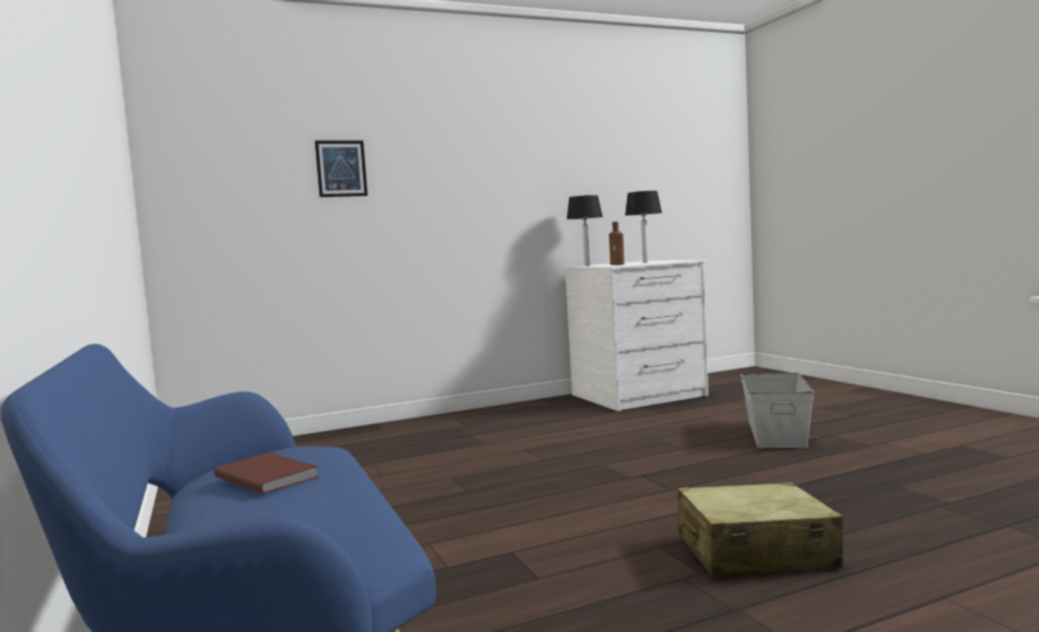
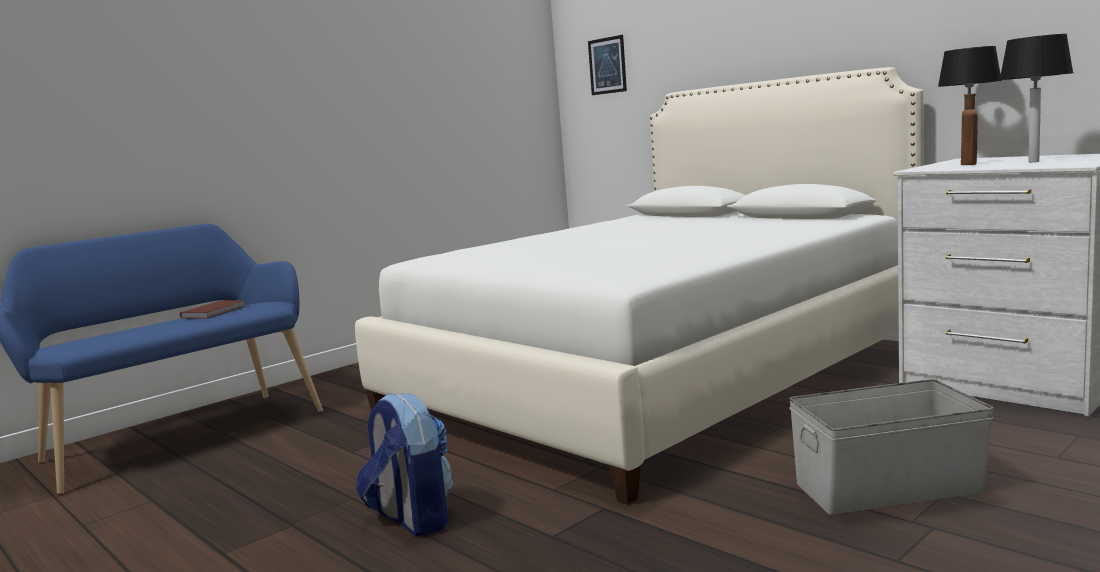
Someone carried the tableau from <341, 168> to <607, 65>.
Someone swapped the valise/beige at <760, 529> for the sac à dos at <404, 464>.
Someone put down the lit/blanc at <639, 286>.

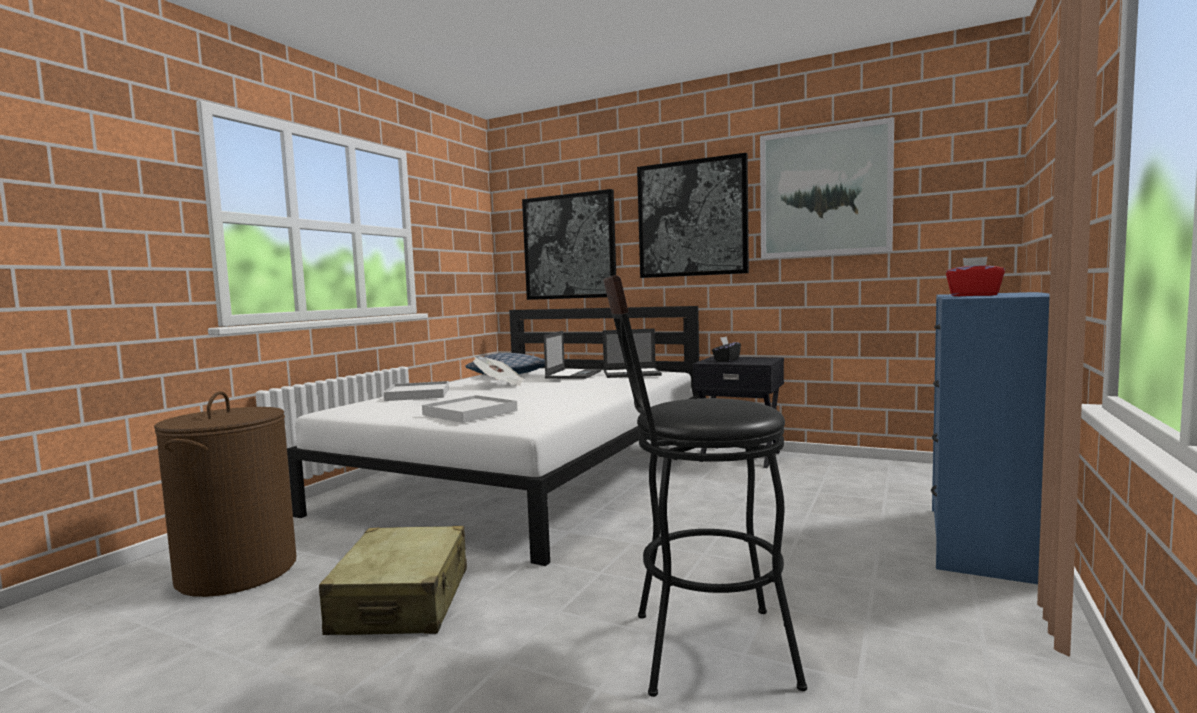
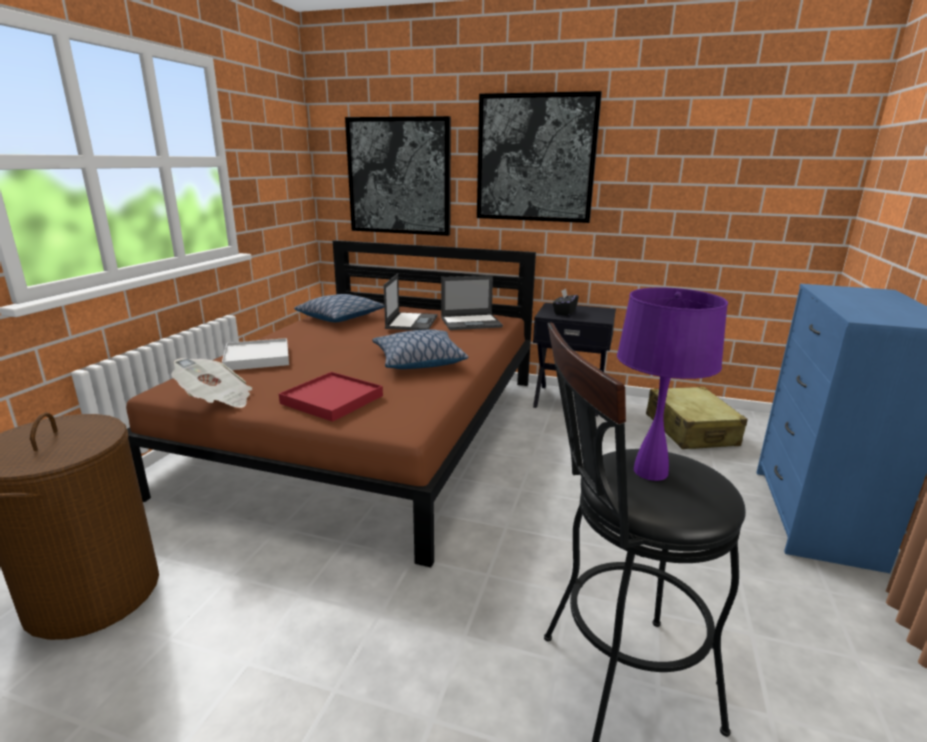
Someone took away the tableau at <827, 188>.
Someone took away the boîte à mouchoirs/rouge at <975, 276>.
Someone repainted the lit/blanc at <493, 436>, which became the lit/marron at <331, 403>.
Someone carried the journal from <498, 370> to <211, 383>.
Someone repainted the plateau/blanc at <470, 409>, which became the plateau/rouge at <331, 397>.
Someone carried the valise/beige from <393, 580> to <697, 418>.
Someone put down the lampe de table/violet at <672, 384>.
Someone put down the coussin at <420, 349>.

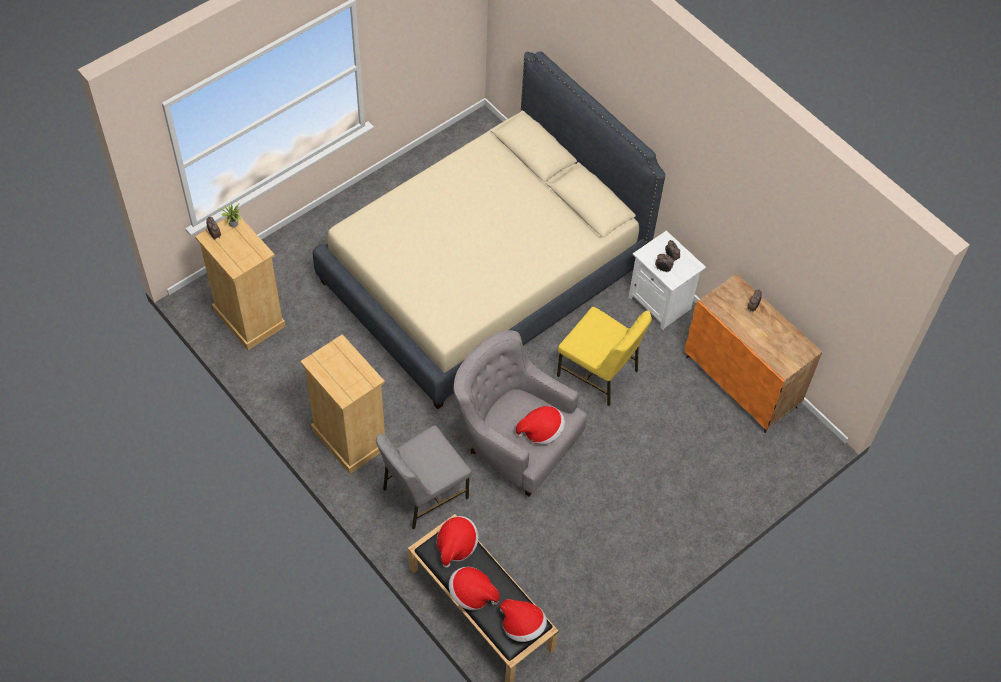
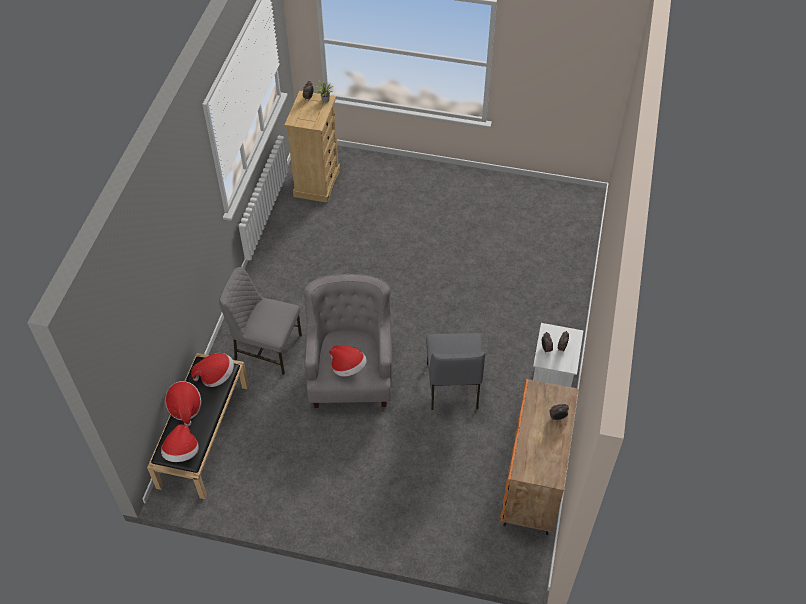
Someone took away the lit/beige at <489, 230>.
Someone repainted the chaise/jaune at <604, 356>, which became the chaise/gris at <456, 371>.
Someone took away the commode/beige at <342, 404>.

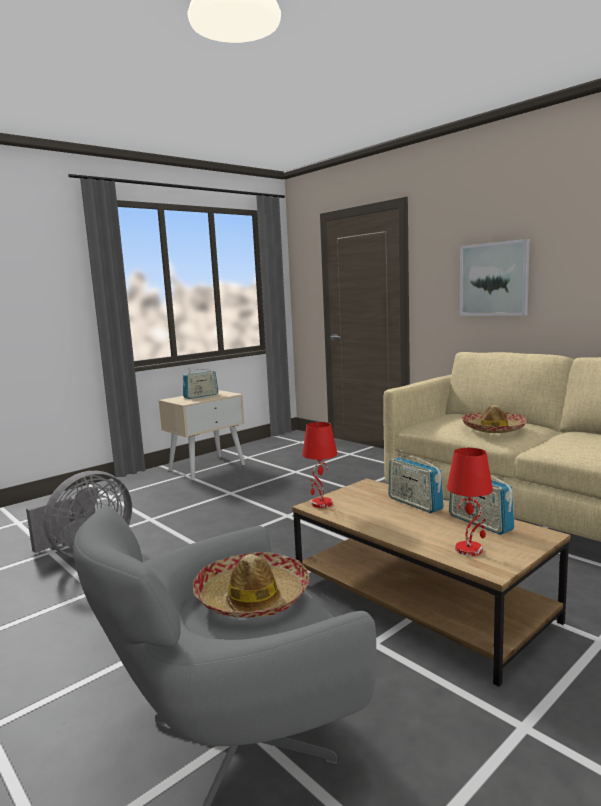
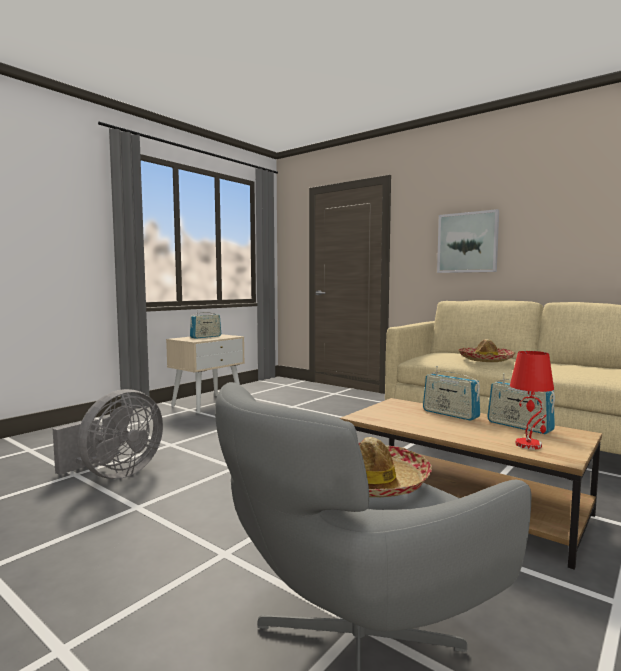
Someone took away the lampe de table/rouge at <319, 465>.

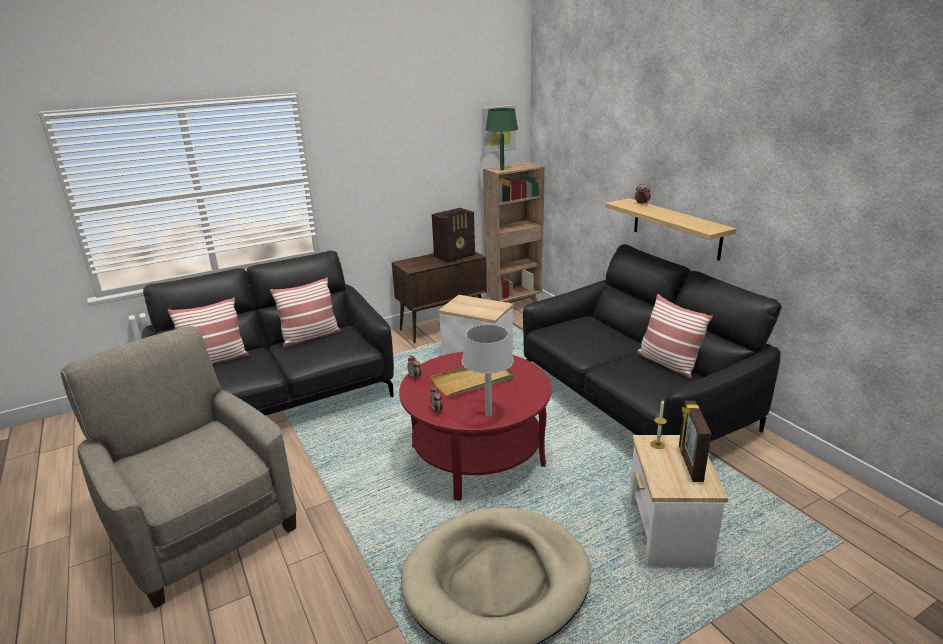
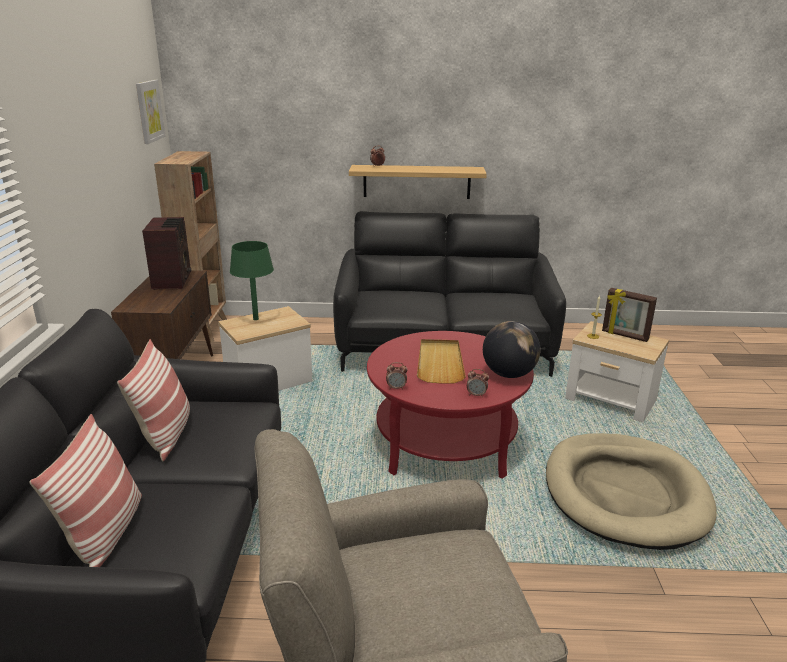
Someone carried the lampe de table/vert from <502, 139> to <252, 280>.
Someone took away the coussin at <675, 336>.
Someone swapped the lampe de table/gris at <488, 370> for the globe at <512, 349>.

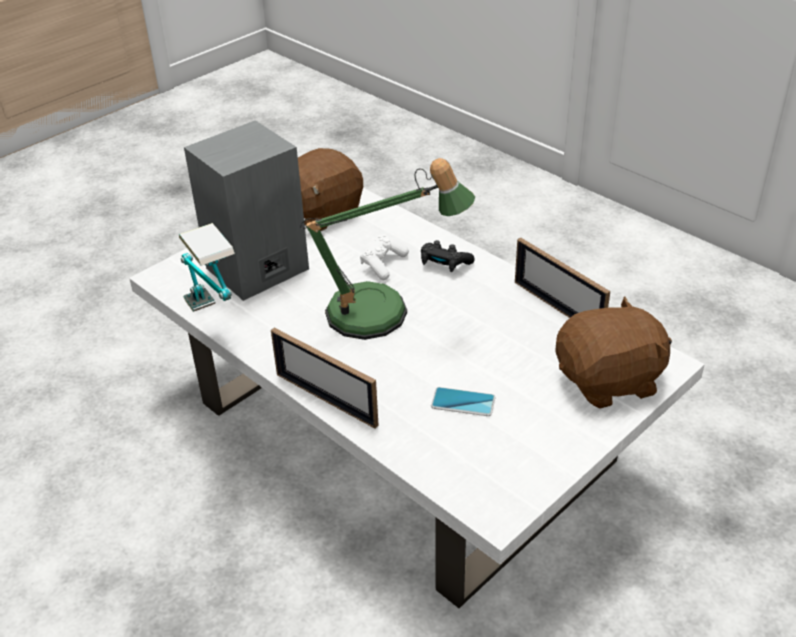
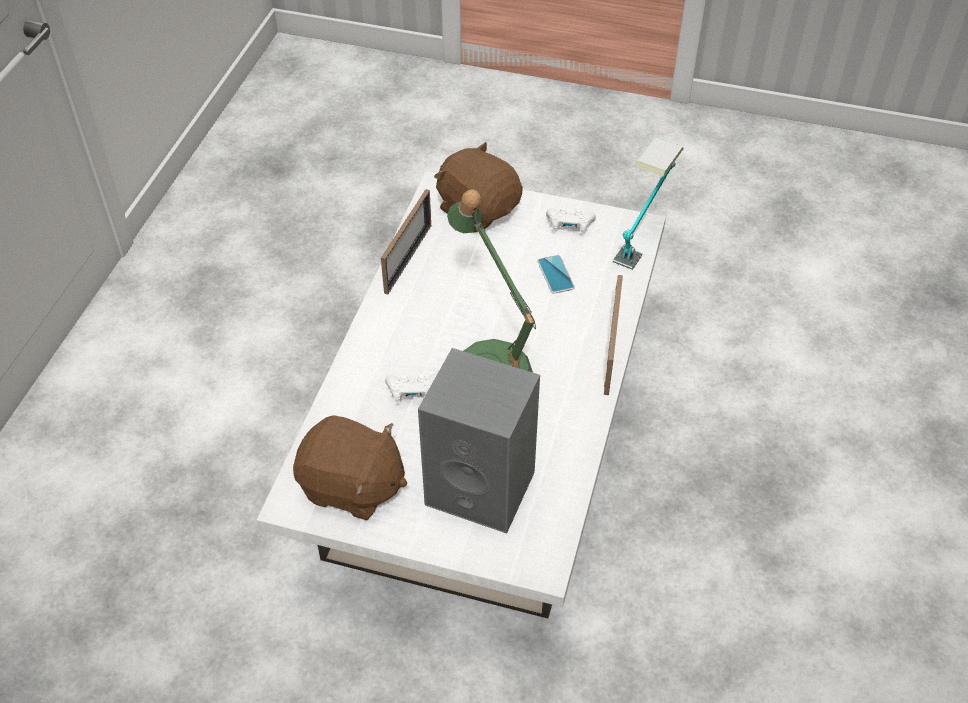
Someone carried the lampe de table from <207, 267> to <648, 203>.
Someone took away the manette/noir at <447, 256>.
Someone put down the manette/blanc at <571, 220>.

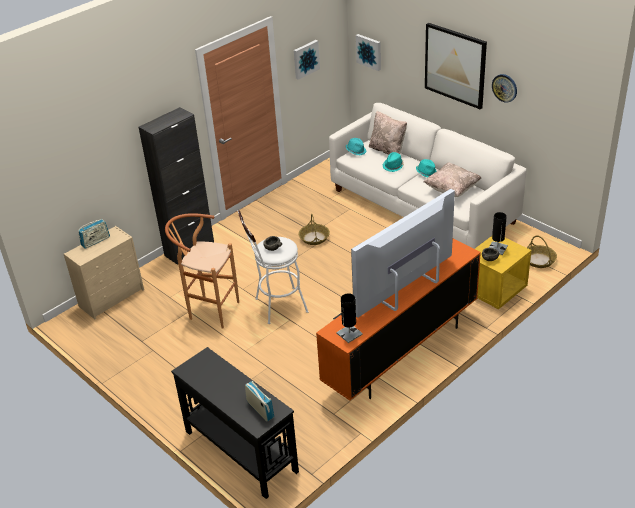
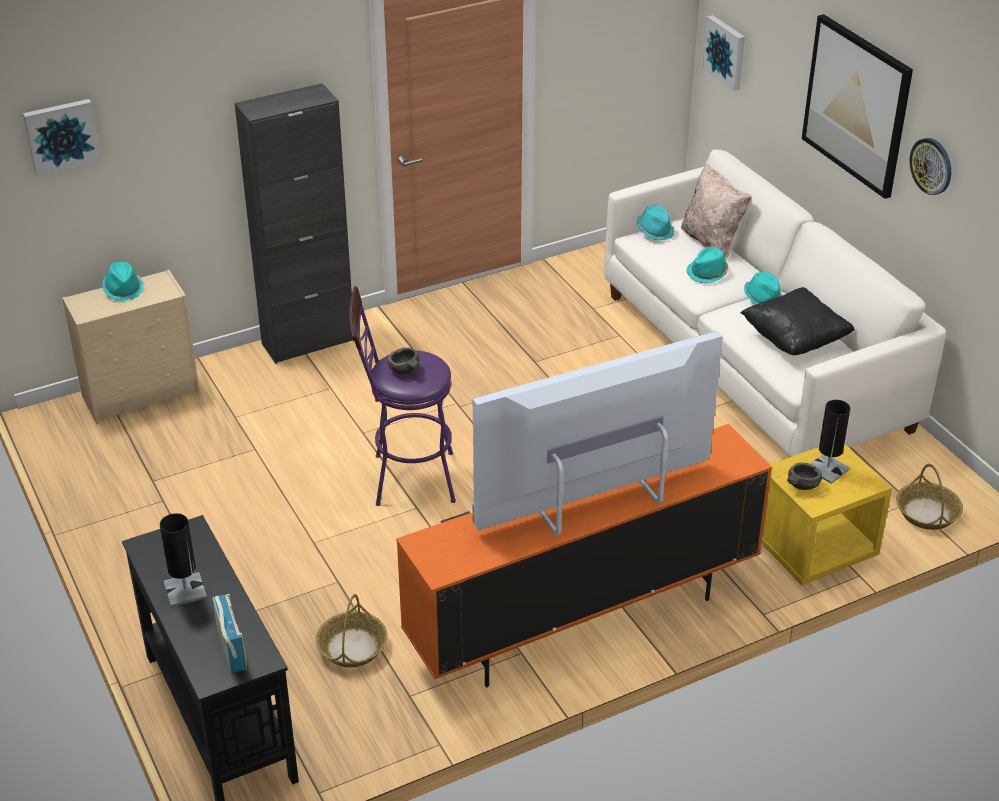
Someone carried the tableau from <307, 60> to <62, 137>.
Someone repainted the coussin/beige at <452, 180>, which became the coussin/noir at <798, 321>.
Someone repainted the tabouret/blanc at <273, 267>, which became the tabouret/violet at <402, 396>.
Someone took away the tabouret/marron at <202, 271>.
Someone carried the panier from <314, 229> to <352, 630>.
Someone swapped the radio at <94, 234> for the chapeau/turquoise at <123, 281>.
Someone carried the lampe de table/noir from <349, 318> to <183, 560>.

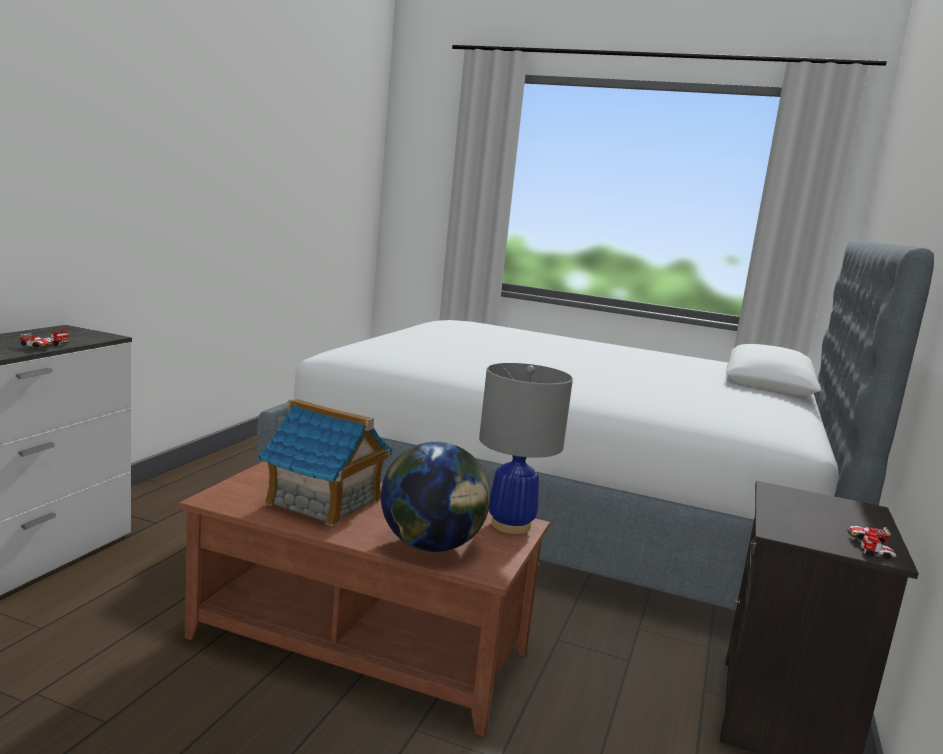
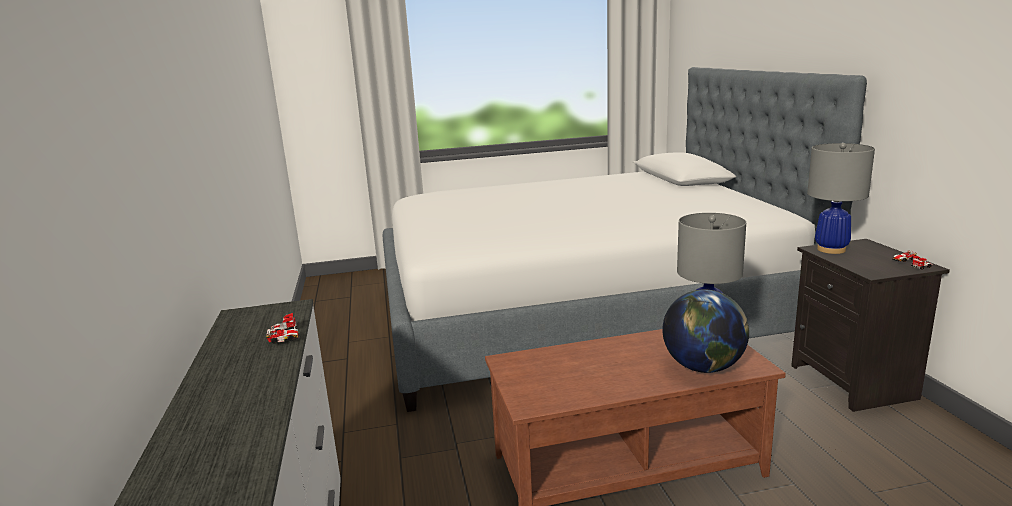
Someone took away the maison miniature at <326, 462>.
Someone put down the lampe de table/gris at <841, 198>.

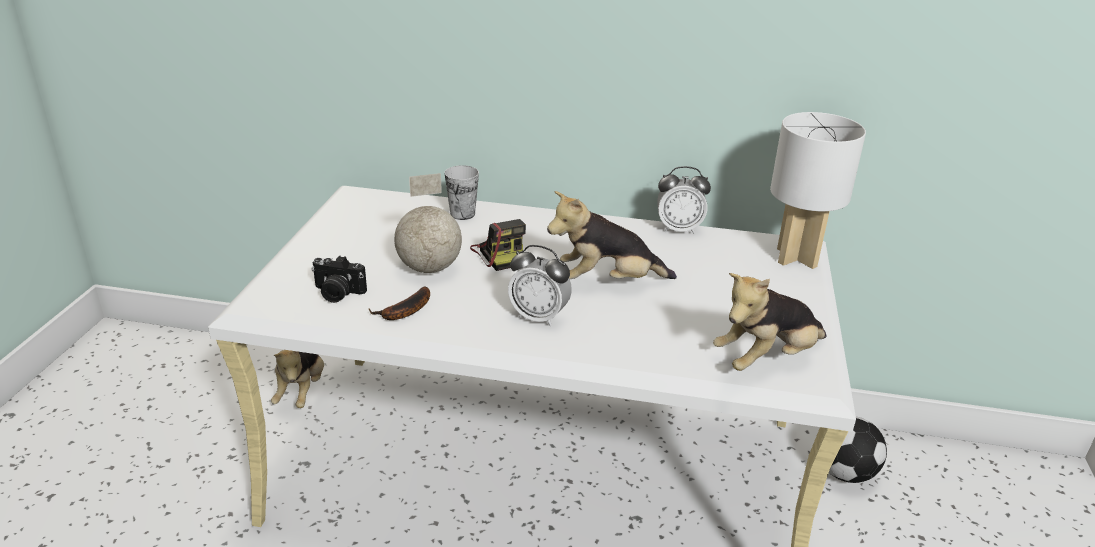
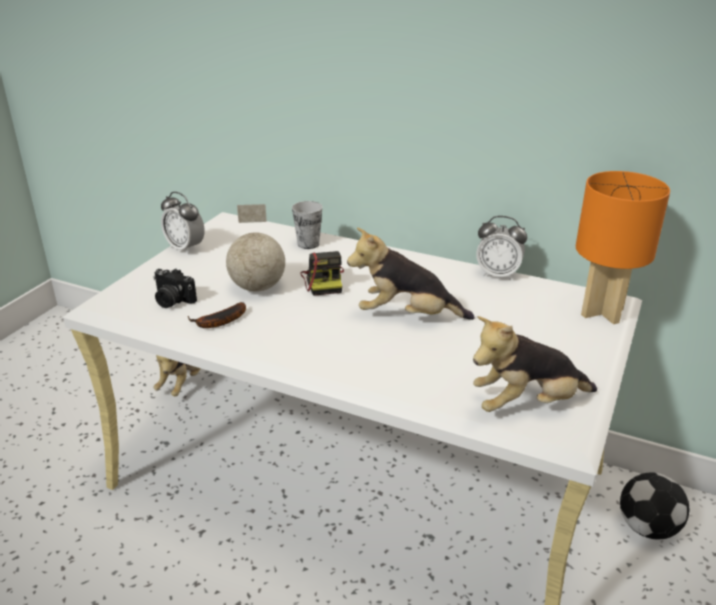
Someone repainted the lampe de table/blanc at <818, 190>, which became the lampe de table/orange at <623, 247>.
Someone carried the réveil from <540, 286> to <183, 223>.

